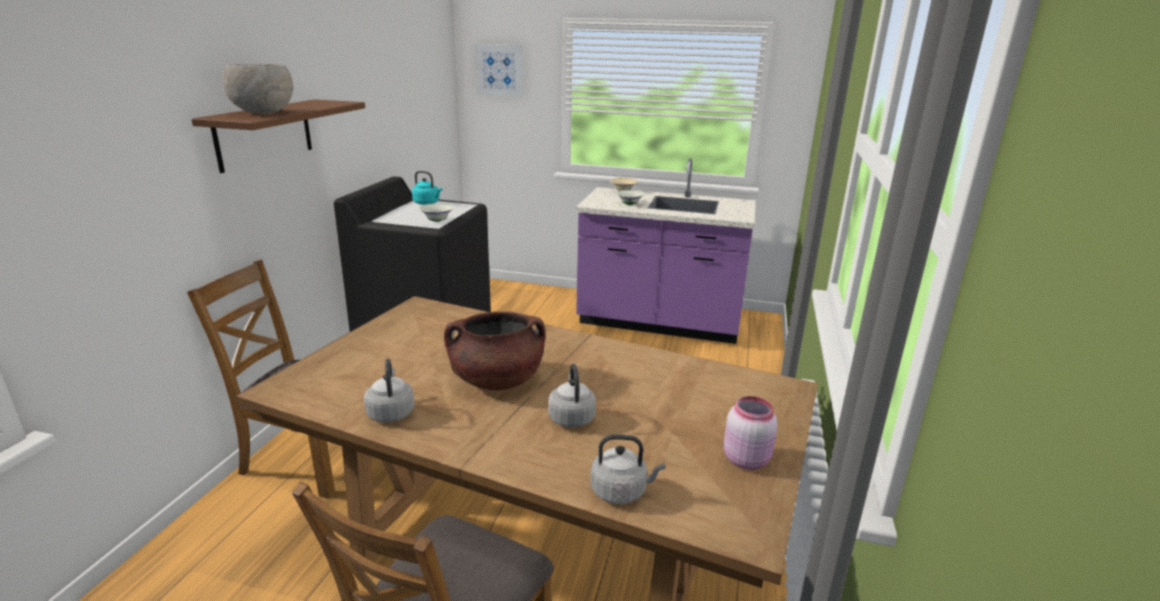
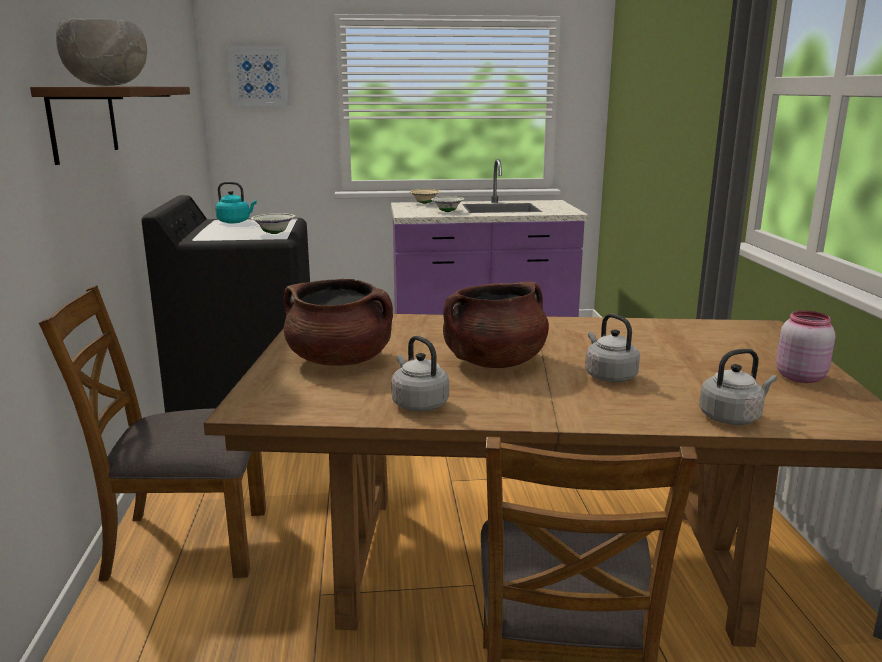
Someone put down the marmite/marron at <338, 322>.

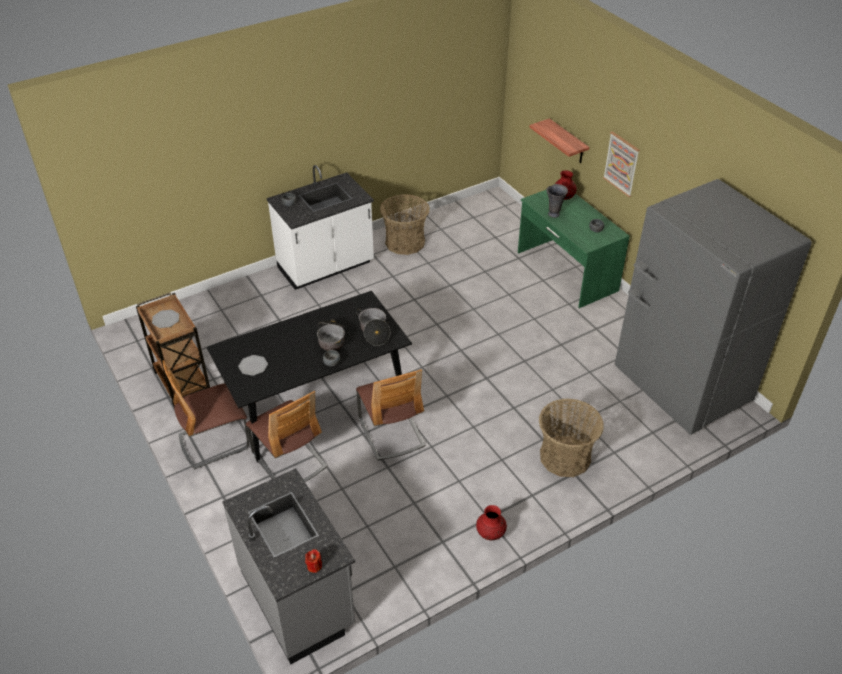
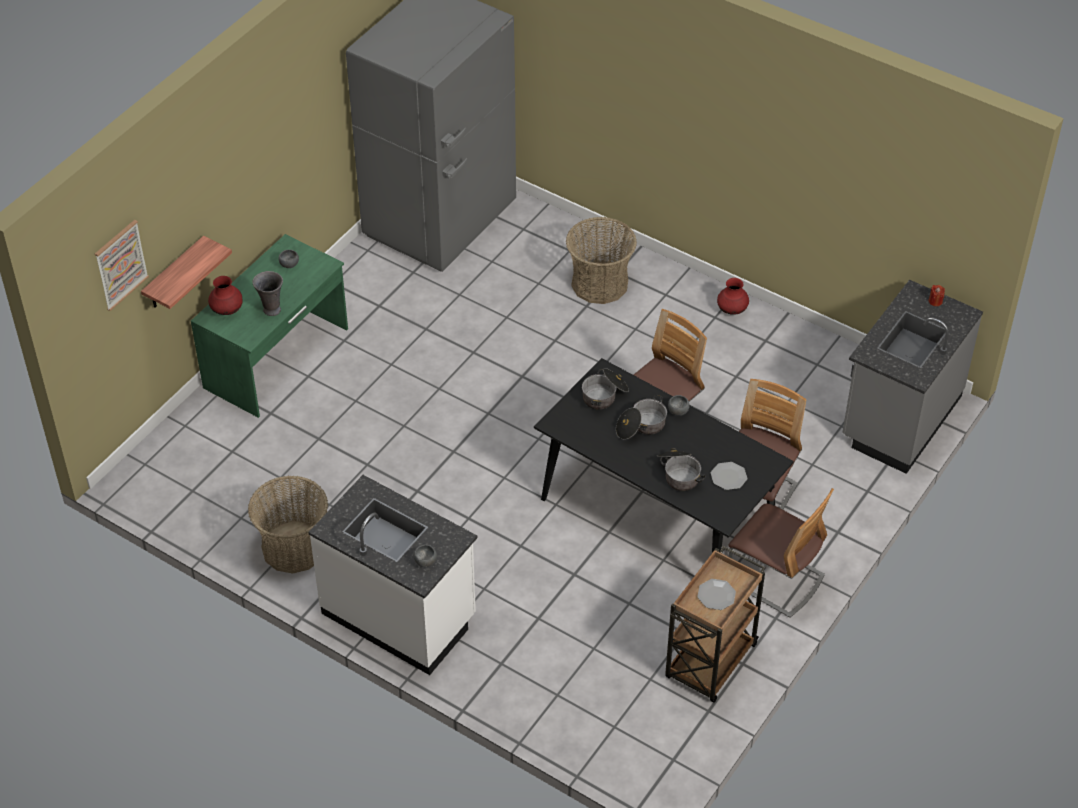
Someone carried the tableau from <621, 164> to <122, 265>.
Someone put down the marmite at <681, 469>.

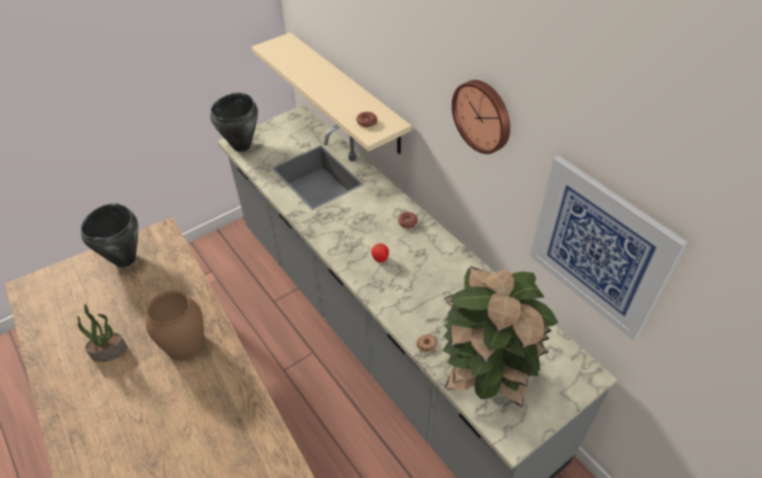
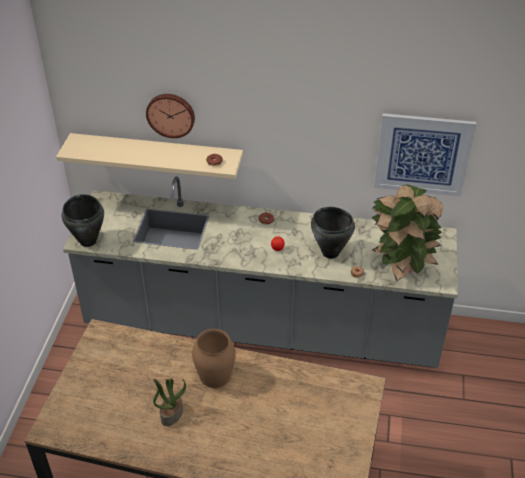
Someone carried the horloge murale from <481, 117> to <170, 116>.
Someone carried the marmite/noir from <109, 235> to <333, 233>.

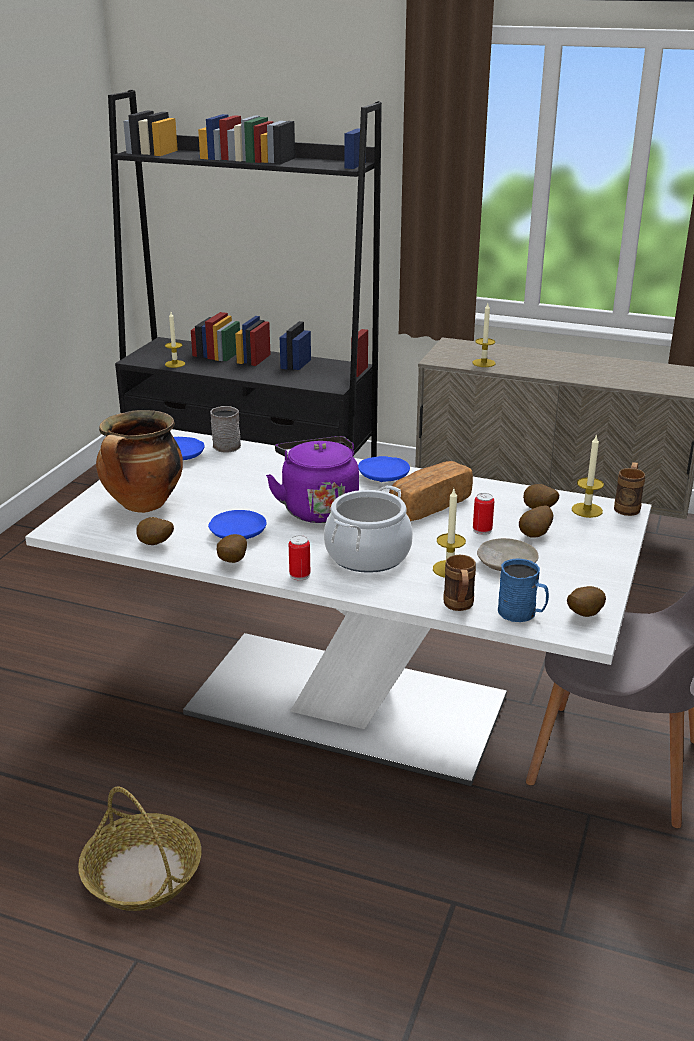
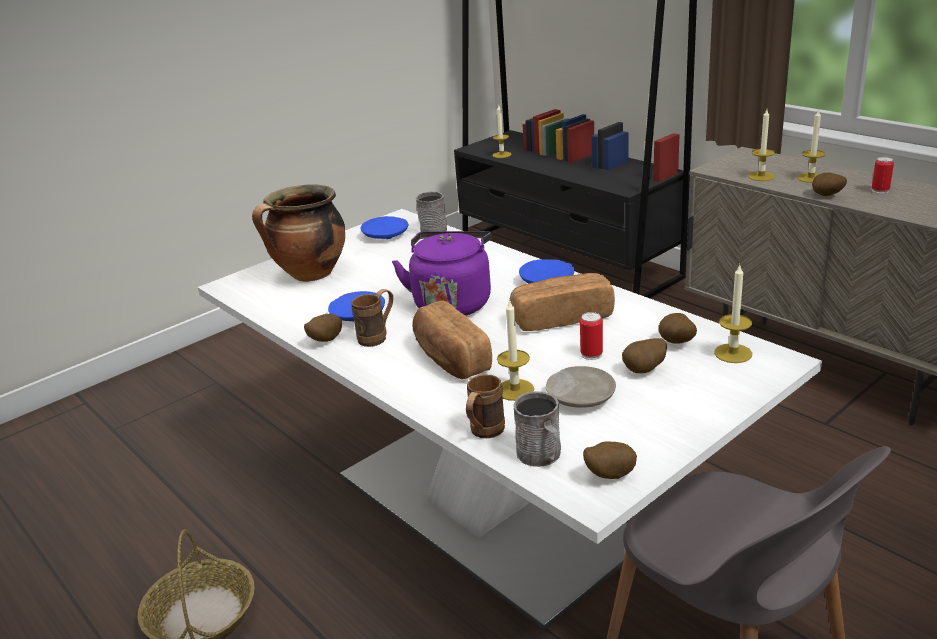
Someone carried the mug/marron from <629, 489> to <372, 318>.
Someone swapped the marmite at <368, 529> for the pain at <452, 339>.
Someone carried the pomme de terre from <155, 531> to <829, 184>.
Someone carried the boîte métallique from <299, 558> to <883, 175>.
Someone repainted the mug/bleu at <523, 590>, which became the mug/gris at <537, 429>.
Someone put down the bougie at <811, 146>.

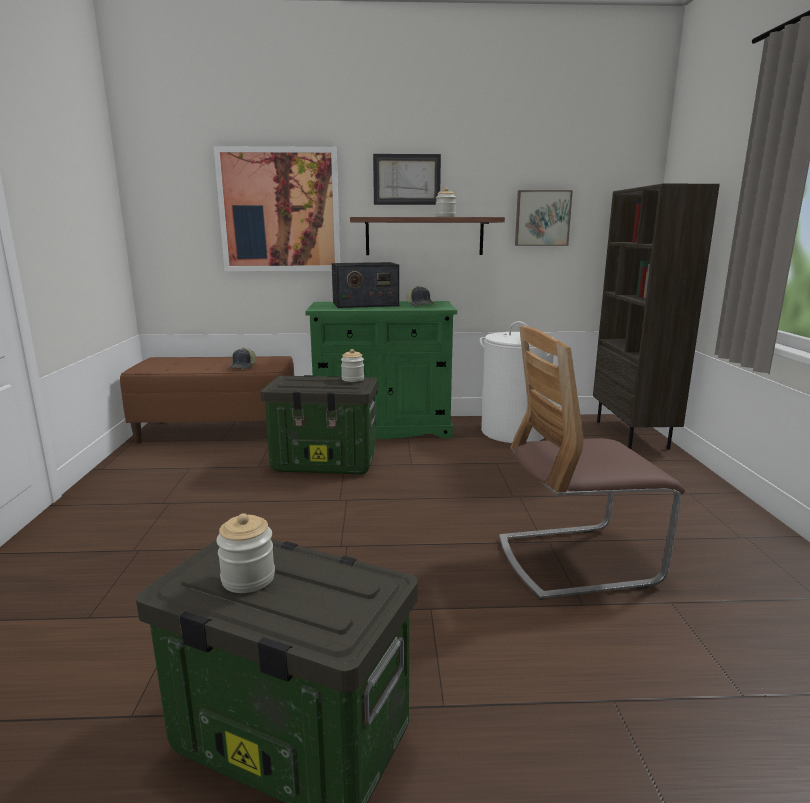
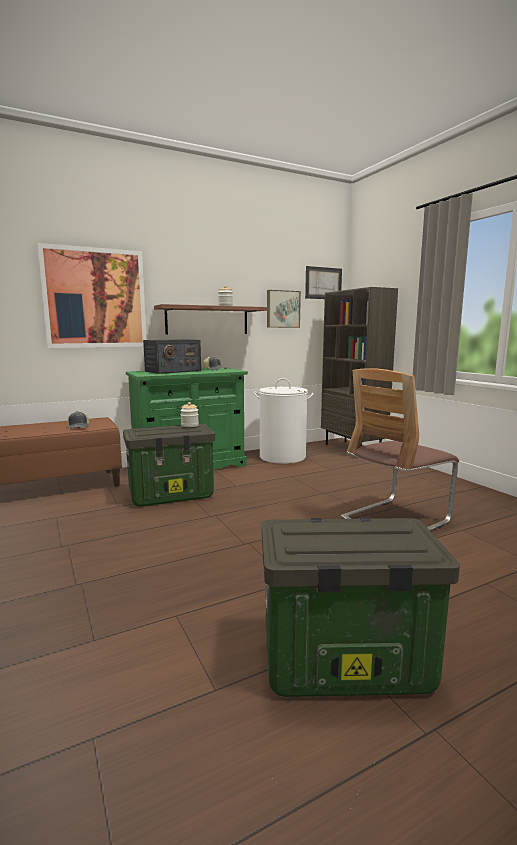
Someone carried the tableau from <407, 179> to <323, 282>.
Someone took away the bocal at <245, 553>.

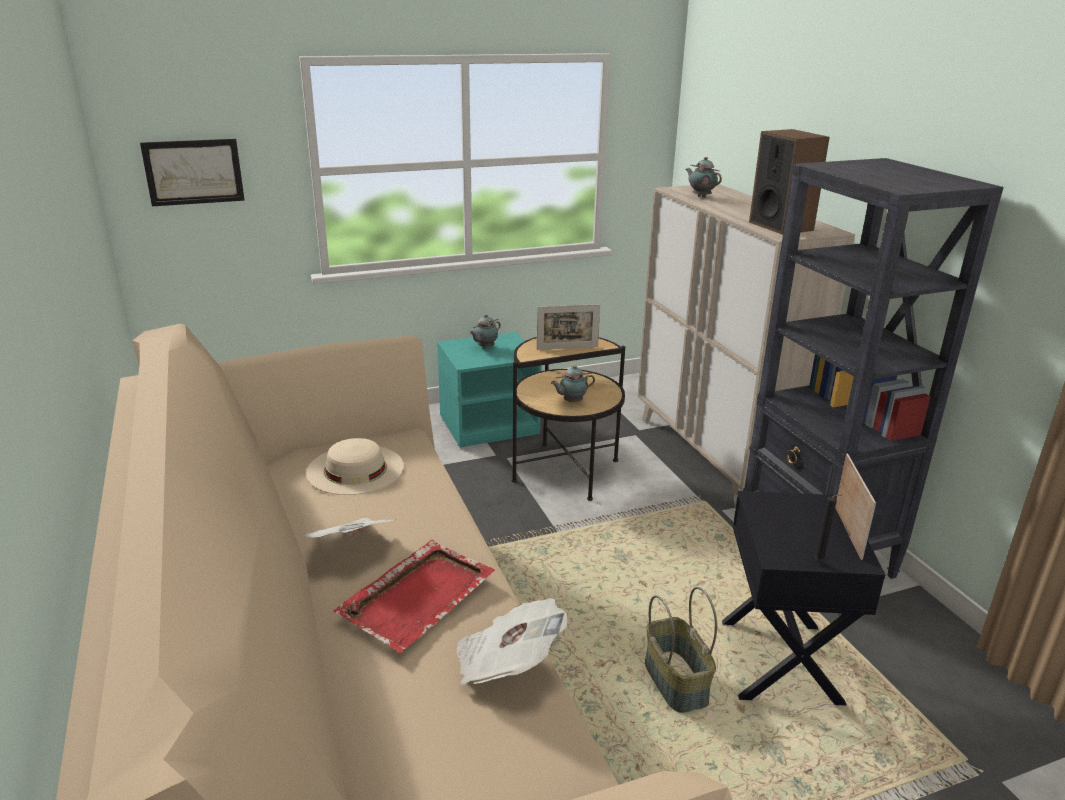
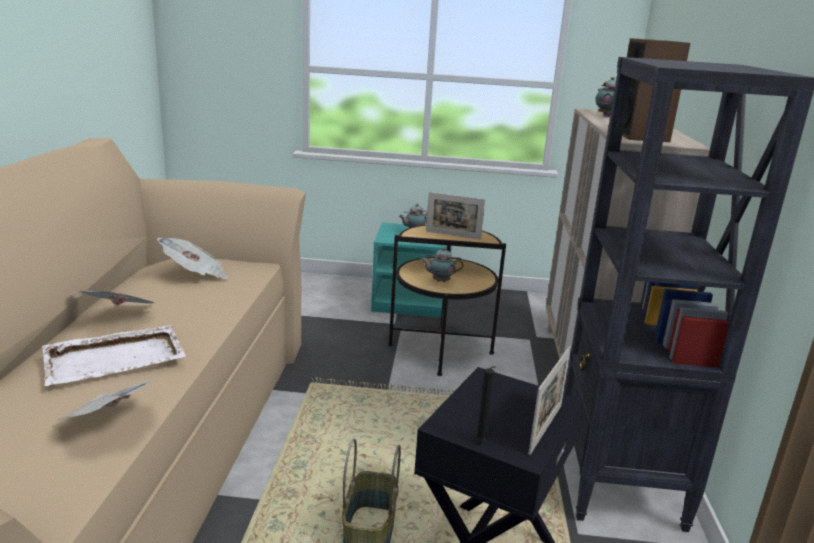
Someone took away the tableau at <192, 172>.
Someone swapped the chapeau/beige at <355, 466> for the journal at <193, 258>.
Someone repainted the plateau/rouge at <414, 596>, which became the plateau/blanc at <114, 355>.

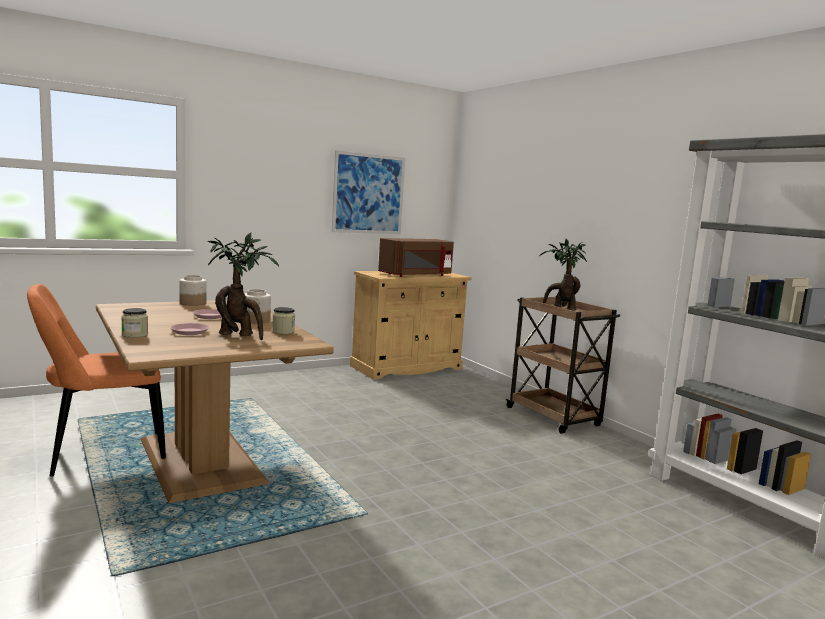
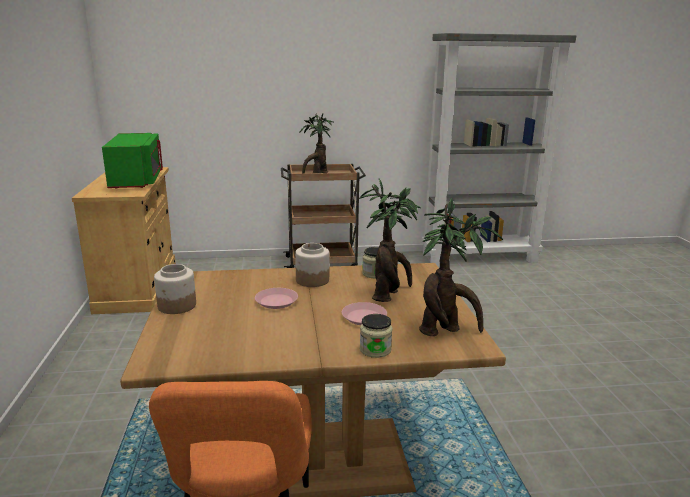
Someone took away the tableau at <368, 192>.
Someone repainted the micro-ondes/marron at <416, 257>, which became the micro-ondes/vert at <132, 161>.
Someone put down the plante en pot at <461, 267>.

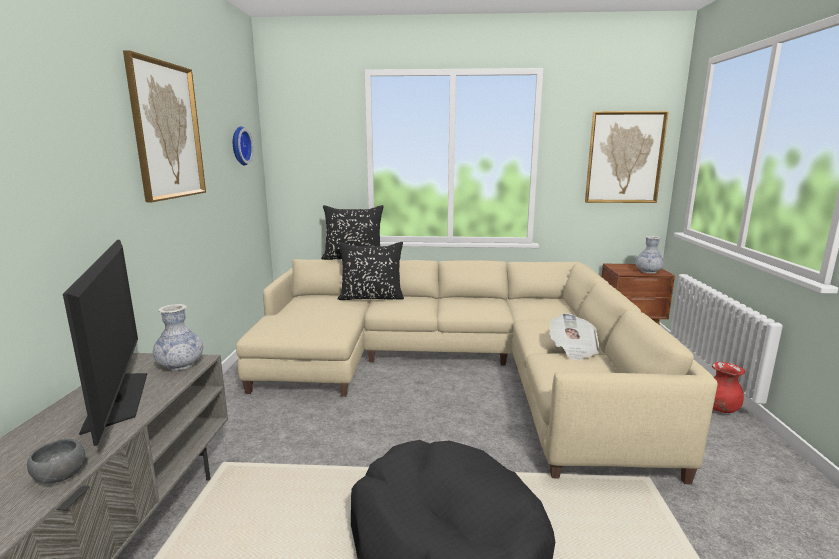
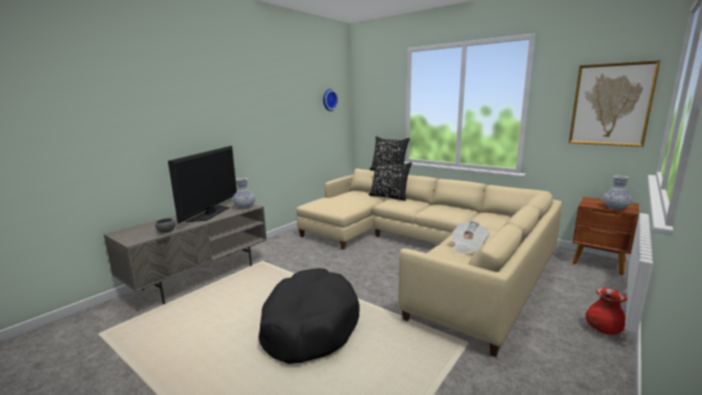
Someone took away the tableau at <164, 126>.

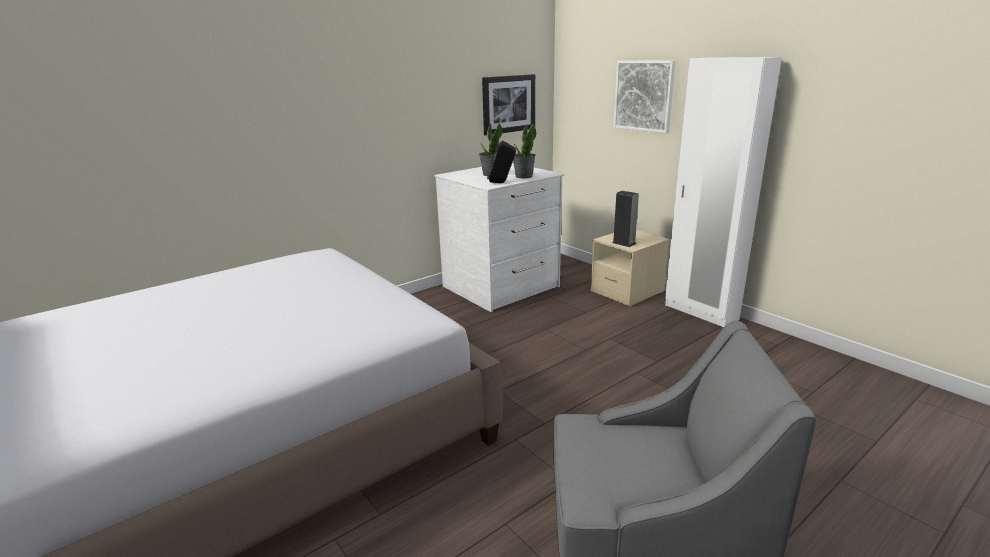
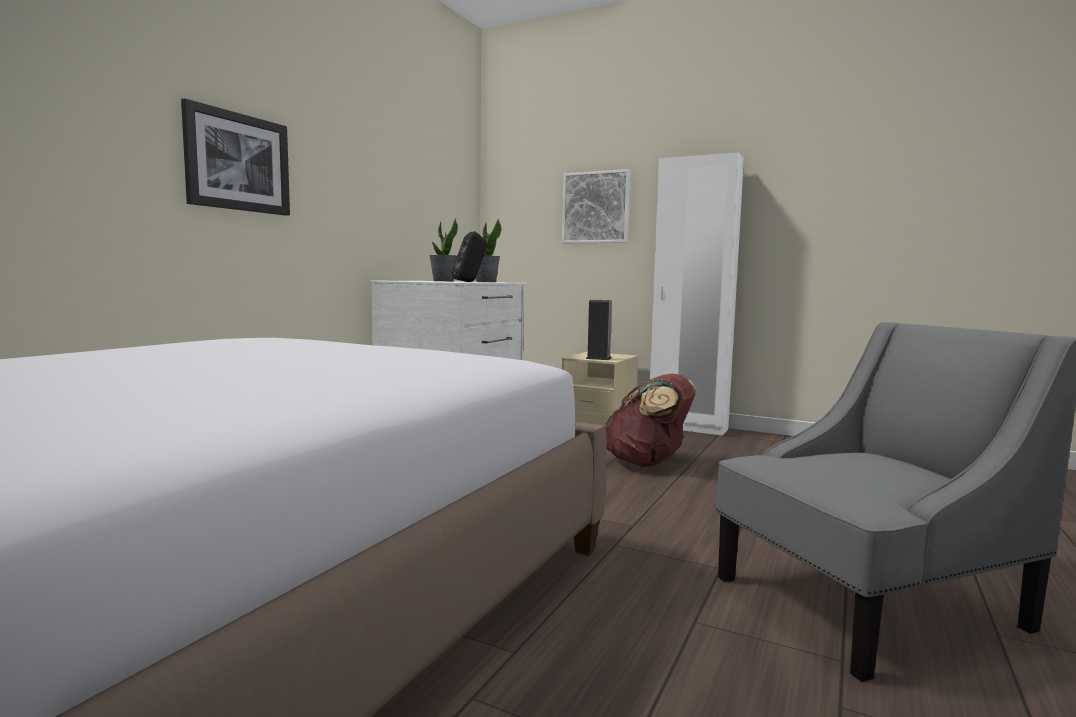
Someone carried the tableau from <508, 104> to <235, 157>.
Someone put down the sac à dos/marron at <651, 420>.

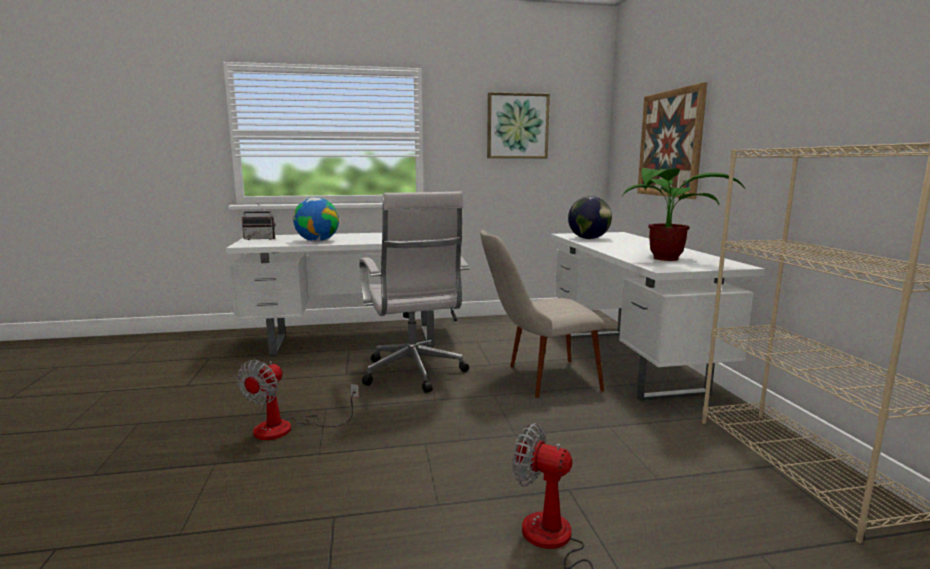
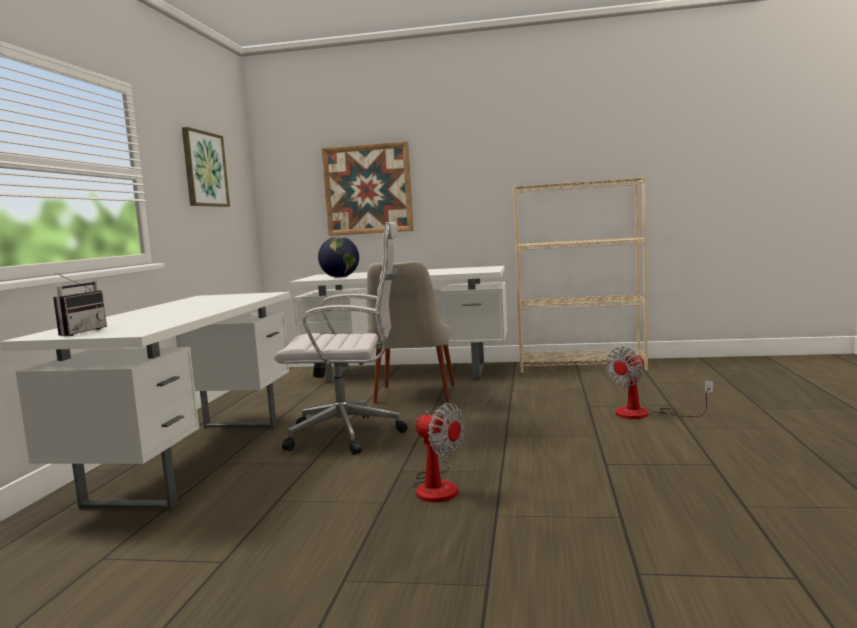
Someone took away the plante en pot at <683, 214>.
Someone took away the globe at <316, 219>.

